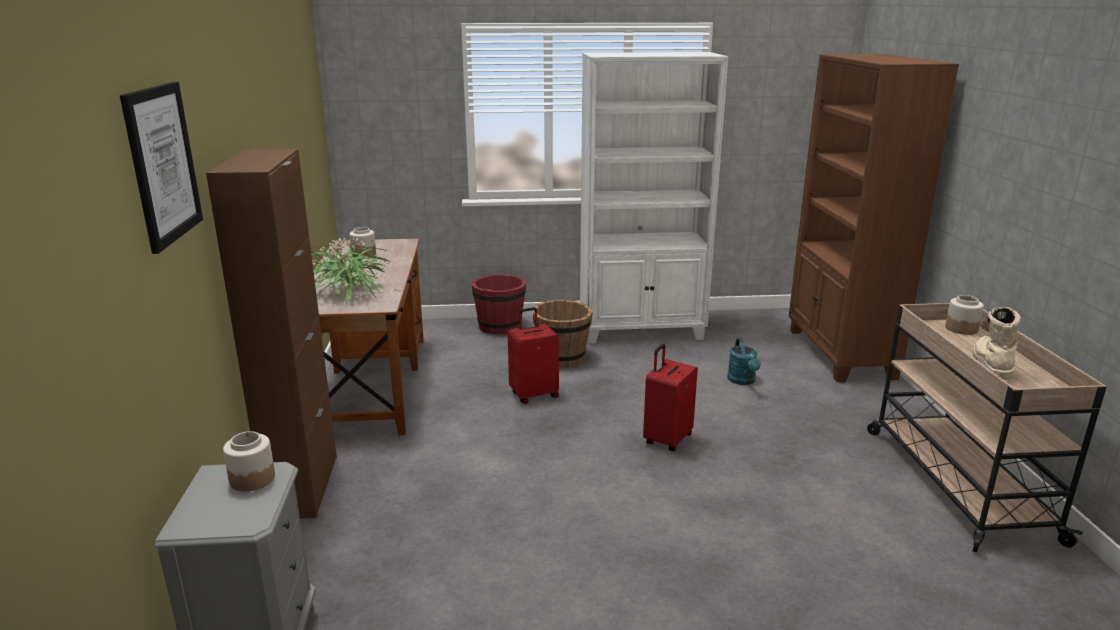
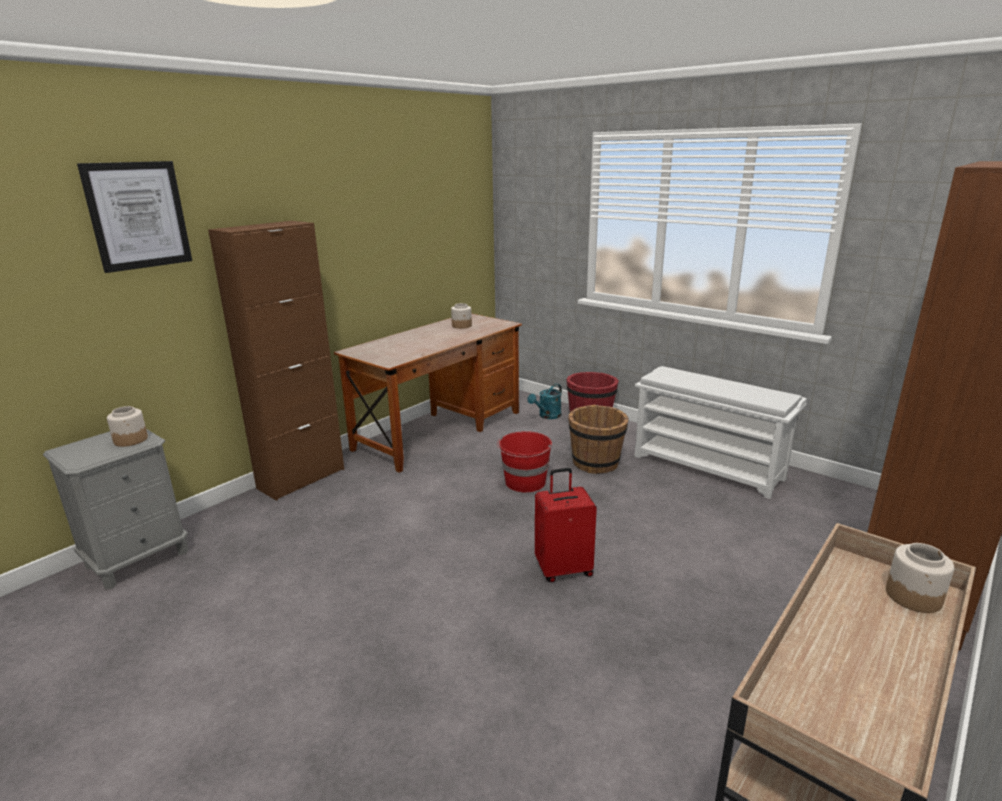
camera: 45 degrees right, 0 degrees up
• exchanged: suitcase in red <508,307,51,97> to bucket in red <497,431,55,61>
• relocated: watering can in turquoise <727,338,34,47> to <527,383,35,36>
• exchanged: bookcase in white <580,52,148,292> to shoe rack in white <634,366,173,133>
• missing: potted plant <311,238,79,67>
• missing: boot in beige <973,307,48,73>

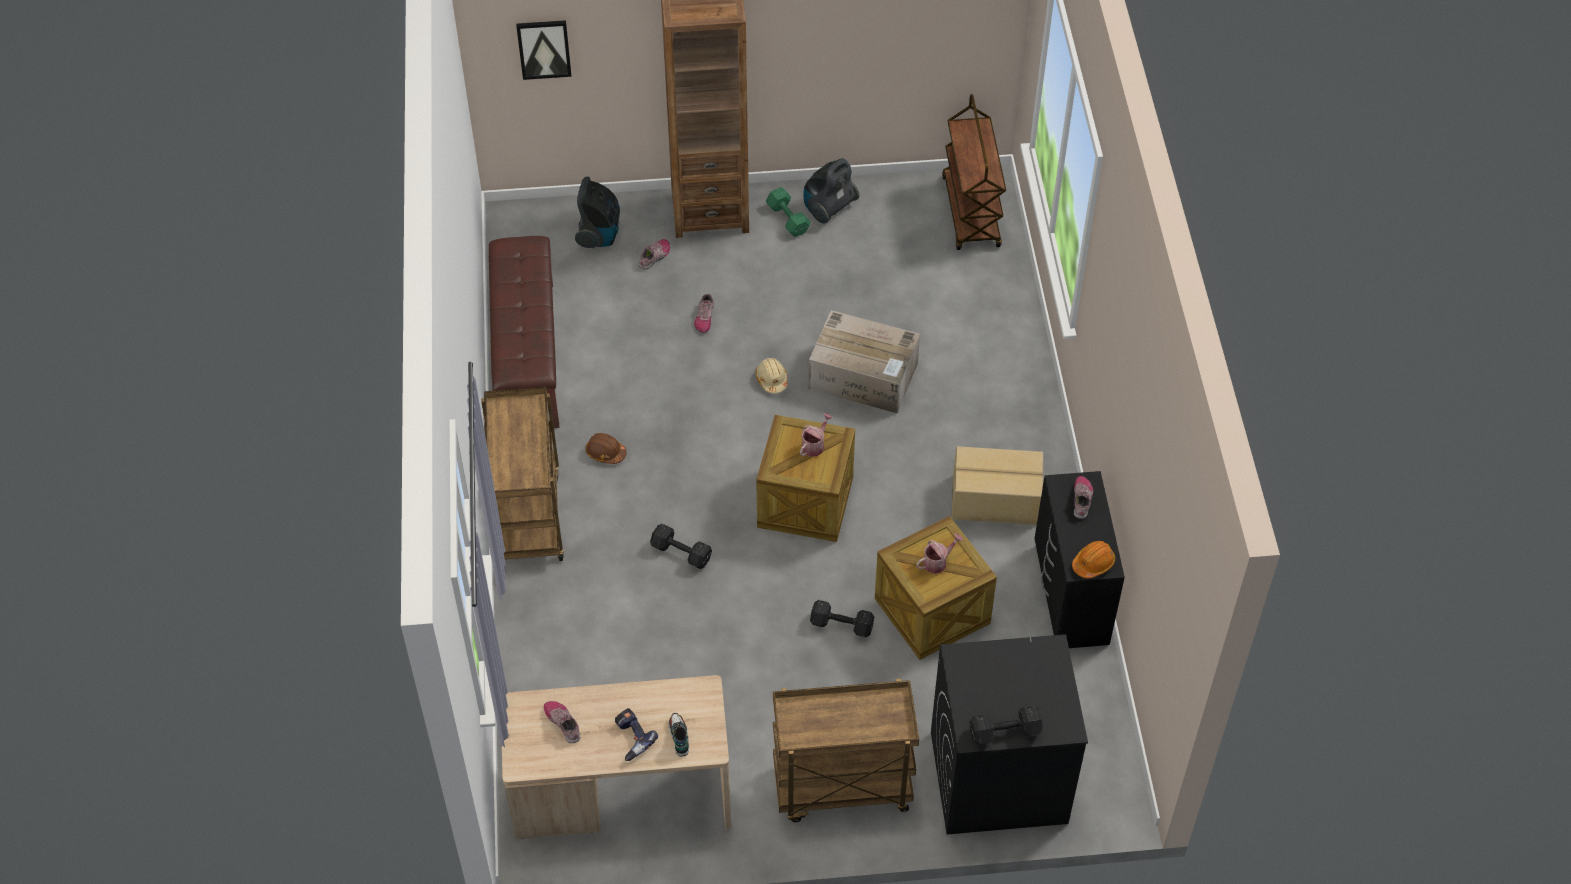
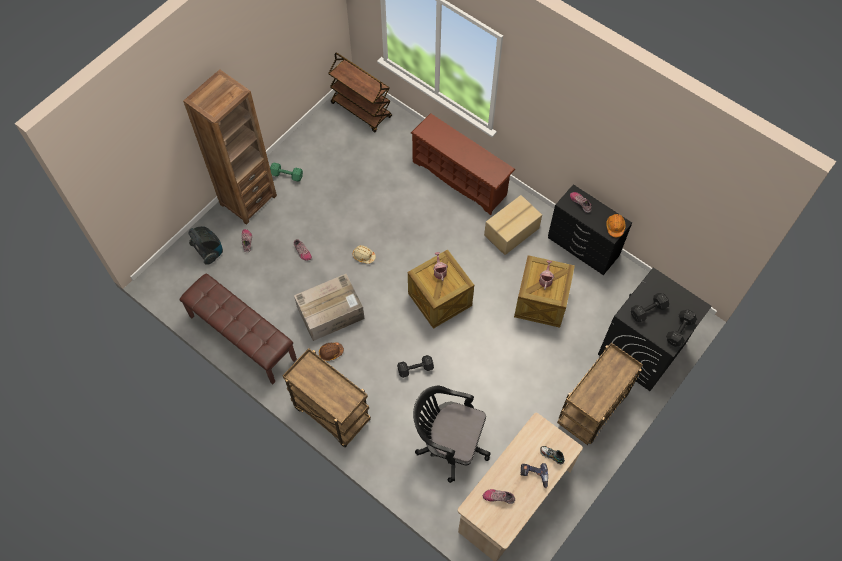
camera: 45 degrees left, 10 degrees up
• relocated: cardboard box <809,310,111,104> to <294,274,71,67>
• appeared: shoe rack in brown <411,113,104,102>
• appeared: office chair in black <413,386,78,97>
• relocated: dumbbell in black <810,600,64,37> to <631,293,38,29>
• missing: picture <516,20,55,60>
• missing: vacuum cleaner <803,158,56,66>

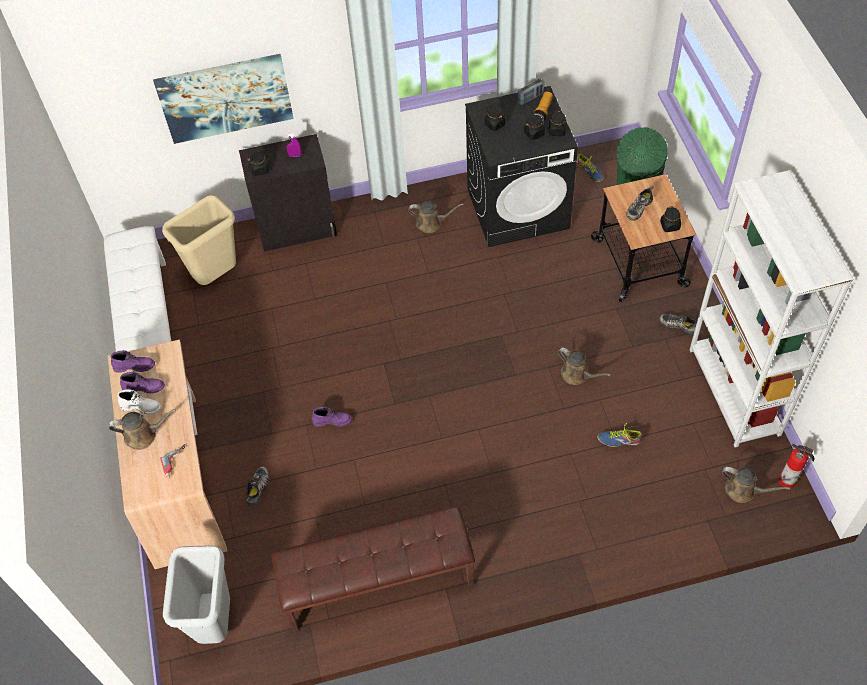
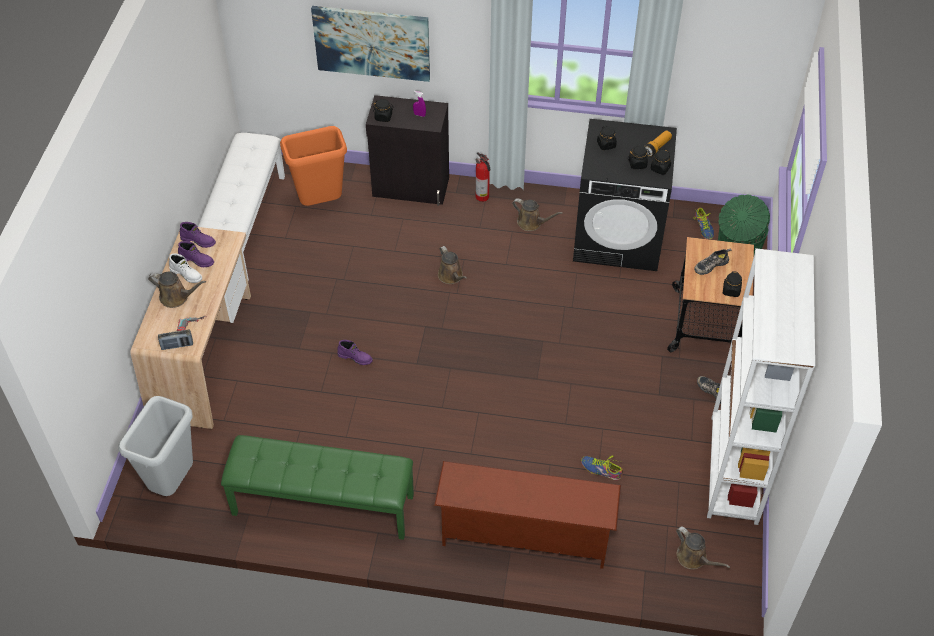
camera: 20 degrees right, 5 degrees down
• relocated: radio <517,78,27,27> to <158,329,35,21>
• colour: bench in brown <272,507,203,125> to bench in green <221,435,193,105>
• colour: trash can in beige <162,195,74,90> to trash can in orange <280,126,67,80>
• appeared: shoe rack in brown <434,461,187,108>
• relocated: watering can in brown <558,347,53,38> to <438,246,29,38>
• relocated: fire extinguisher <779,444,36,44> to <476,152,14,50>
• missing: shoe <246,467,23,39>

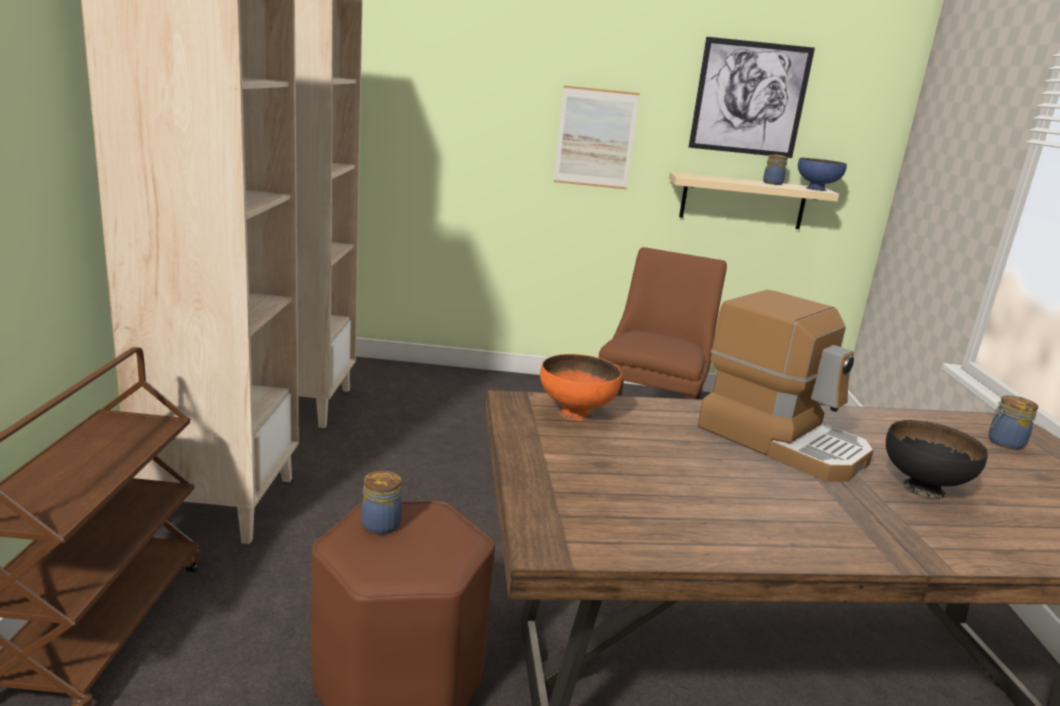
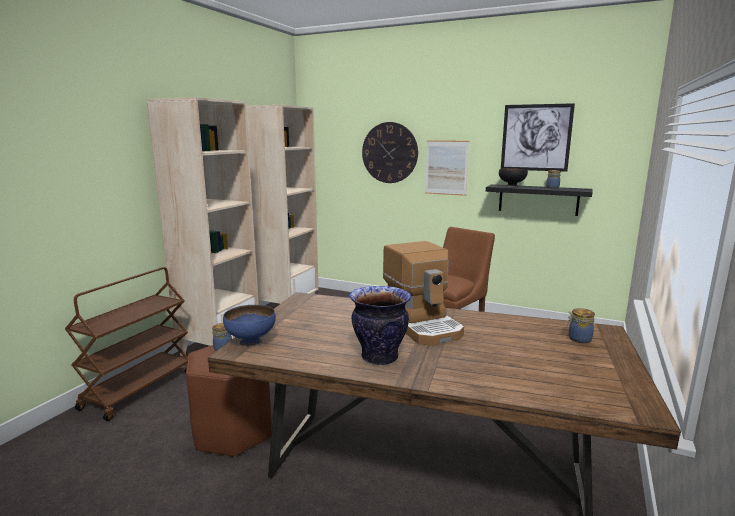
camera: 25 degrees right, 5 degrees down
• relocated: bowl in blue <798,158,49,33> to <223,305,53,41>
• appeared: vase <349,286,62,79>
• appeared: wall clock <362,122,56,61>
• colour: shelf in beige <669,172,170,57> to shelf in black <486,184,107,32>
• relocated: bowl in black <886,420,102,79> to <499,168,29,19>
• missing: bowl in orange <540,354,82,67>

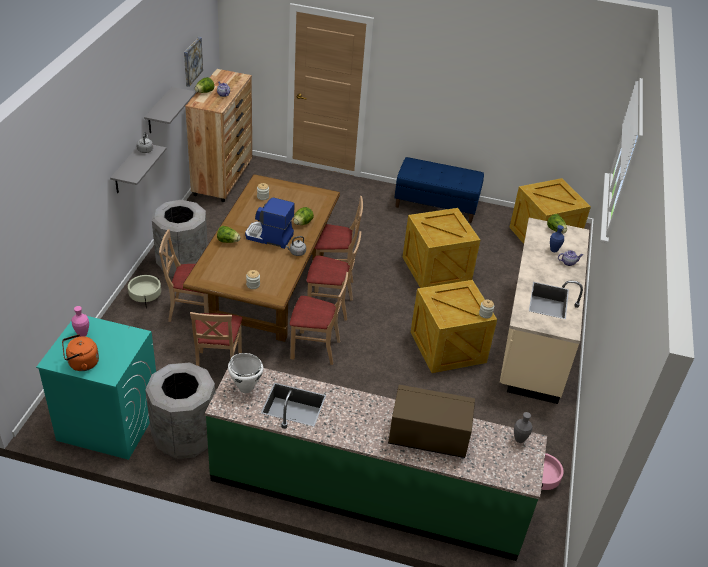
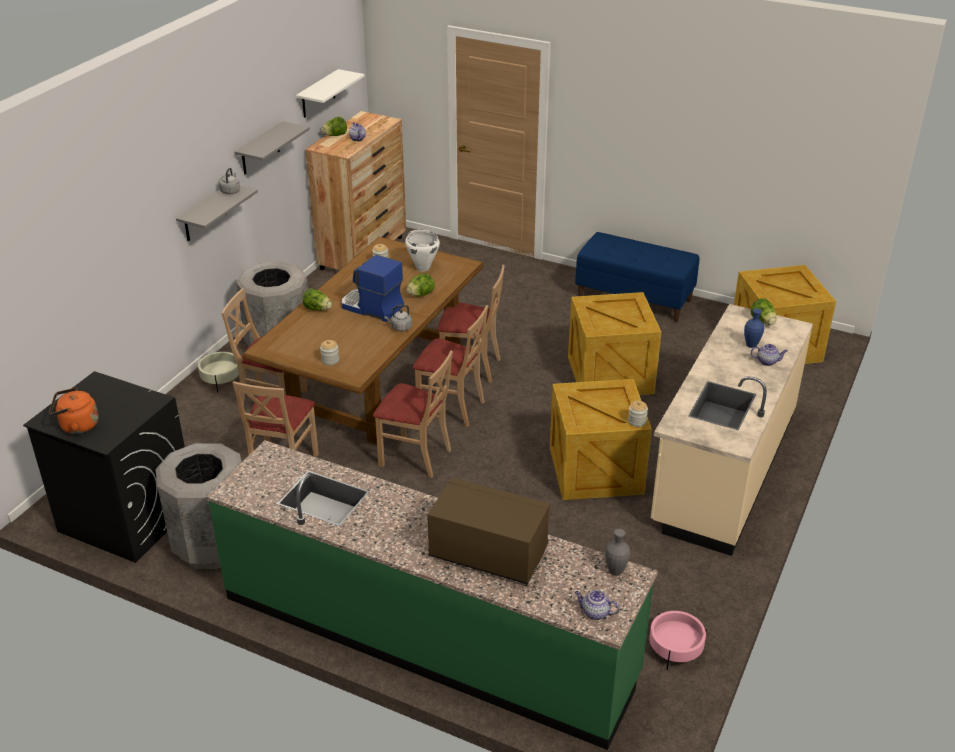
camera: 15 degrees right, 5 degrees down
• colour: washing machine in turquoise <36,316,120,144> to washing machine in black <23,371,162,192>
• exchanged: picture <184,37,19,50> to shelf in white <296,69,69,49>
• relocated: cooking pot in white <228,353,35,40> to <405,230,35,41>
• appeared: teapot <575,590,45,30>
• missing: vase in pink <71,306,18,30>

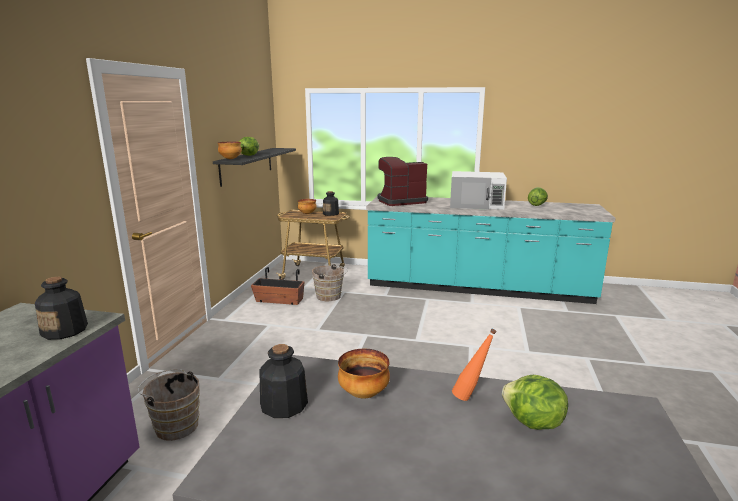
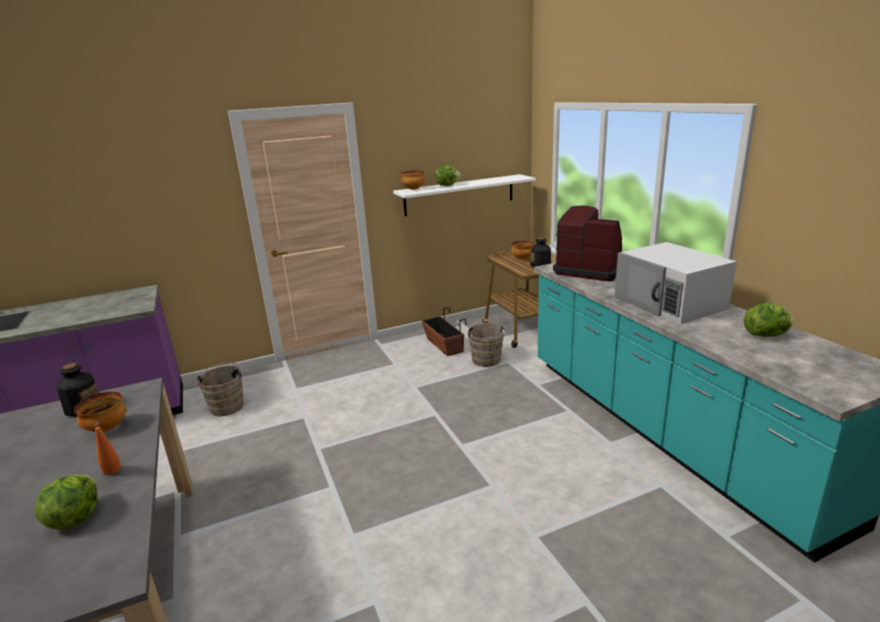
camera: 55 degrees right, 5 degrees up
• colour: shelf in black <213,148,83,39> to shelf in white <393,174,143,42>
• missing: bottle <35,277,53,63>

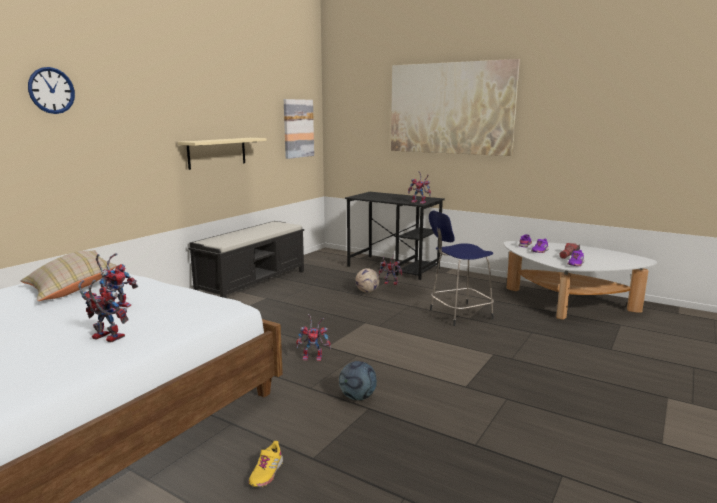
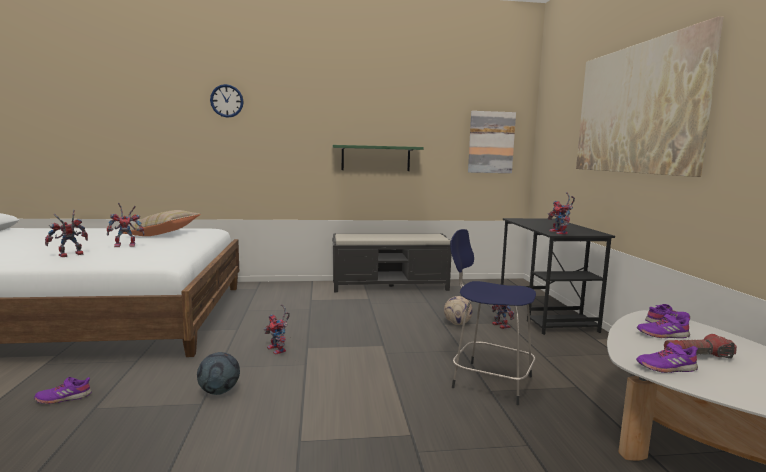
camera: 50 degrees right, 5 degrees down
• colour: shoe in yellow <248,441,35,46> to shoe in purple <34,377,58,27>
• spun: toy robot <78,280,51,62> = <45,210,43,47> 120 degrees counterclockwise
• colour: shelf in beige <178,138,89,32> to shelf in green <332,145,91,26>

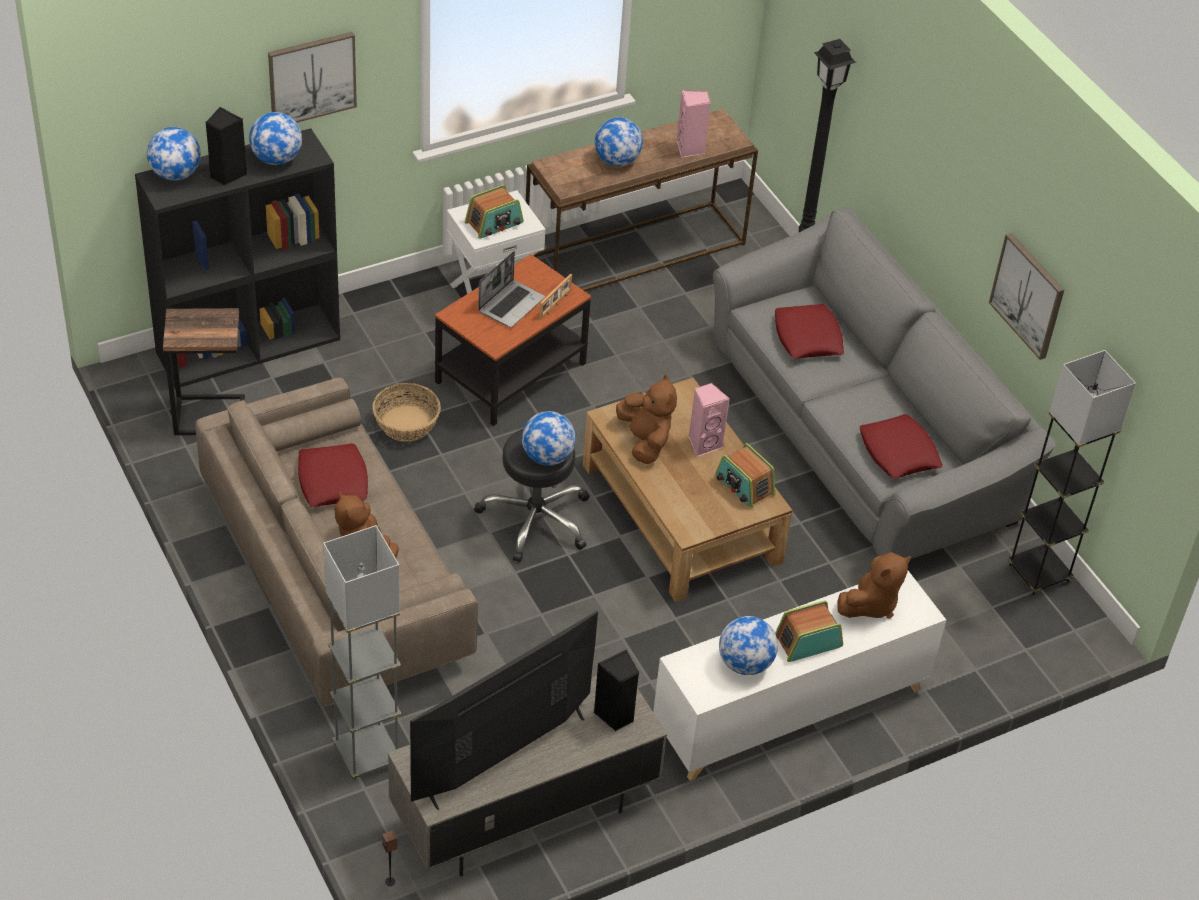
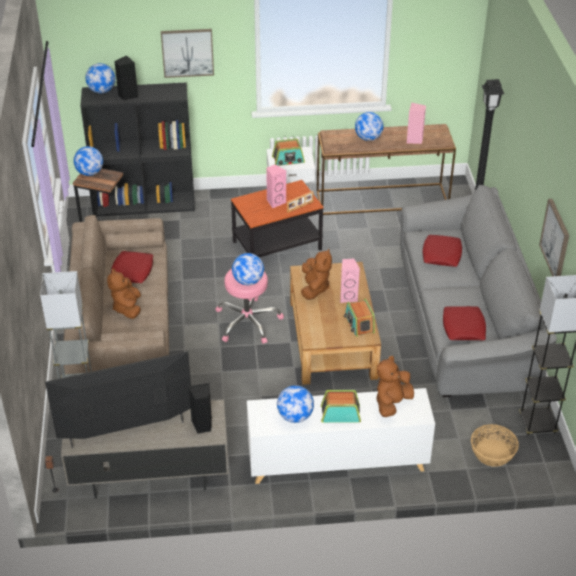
camera: 25 degrees right, 5 degrees down
• relocated: globe <249,112,53,53> to <73,146,30,30>
• colour: stool in black <474,429,116,133> to stool in pink <215,269,69,75>
• exchanged: laptop <478,251,67,77> to speaker in pink <266,164,20,44>
• spun: plush toy in brown <837,552,74,66> = <377,356,37,61> 150 degrees clockwise
• relocated: basket <372,383,69,59> to <471,424,48,43>

